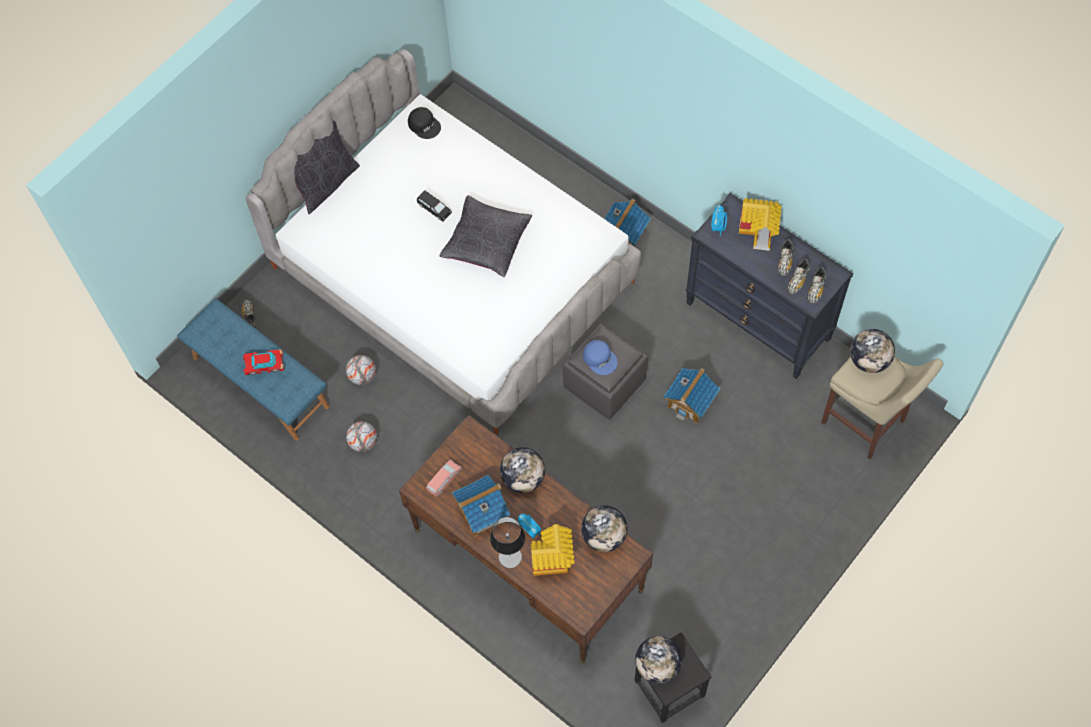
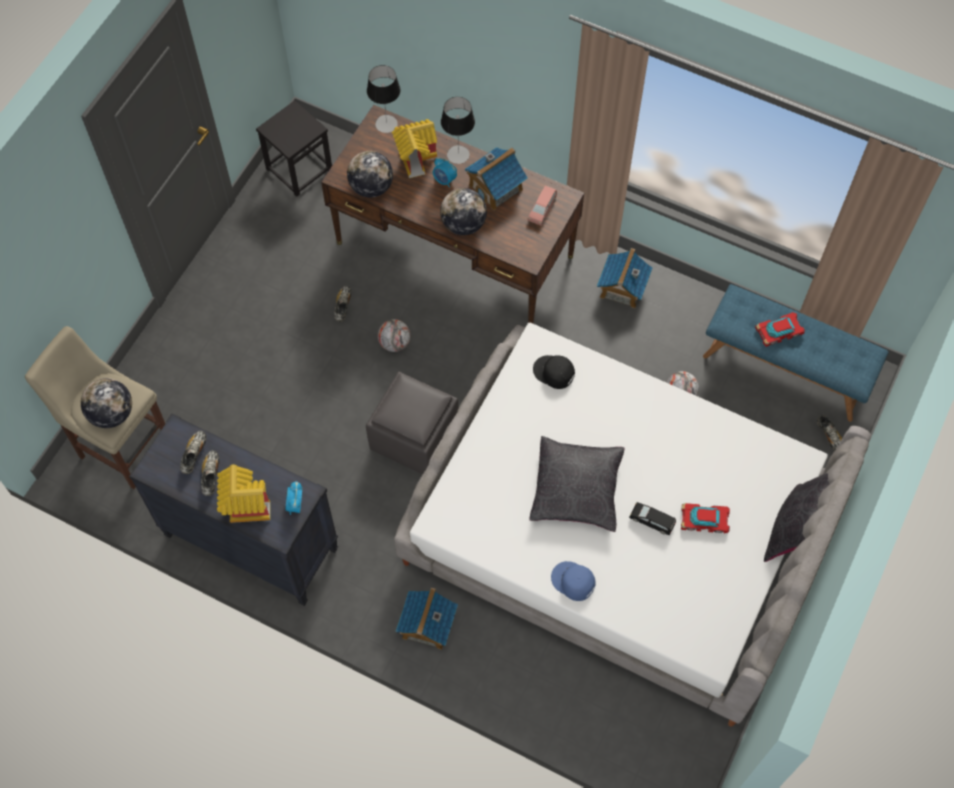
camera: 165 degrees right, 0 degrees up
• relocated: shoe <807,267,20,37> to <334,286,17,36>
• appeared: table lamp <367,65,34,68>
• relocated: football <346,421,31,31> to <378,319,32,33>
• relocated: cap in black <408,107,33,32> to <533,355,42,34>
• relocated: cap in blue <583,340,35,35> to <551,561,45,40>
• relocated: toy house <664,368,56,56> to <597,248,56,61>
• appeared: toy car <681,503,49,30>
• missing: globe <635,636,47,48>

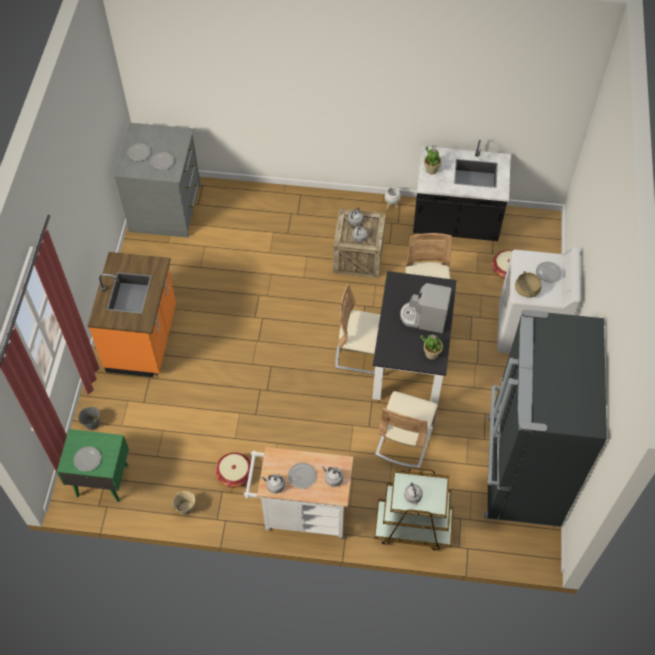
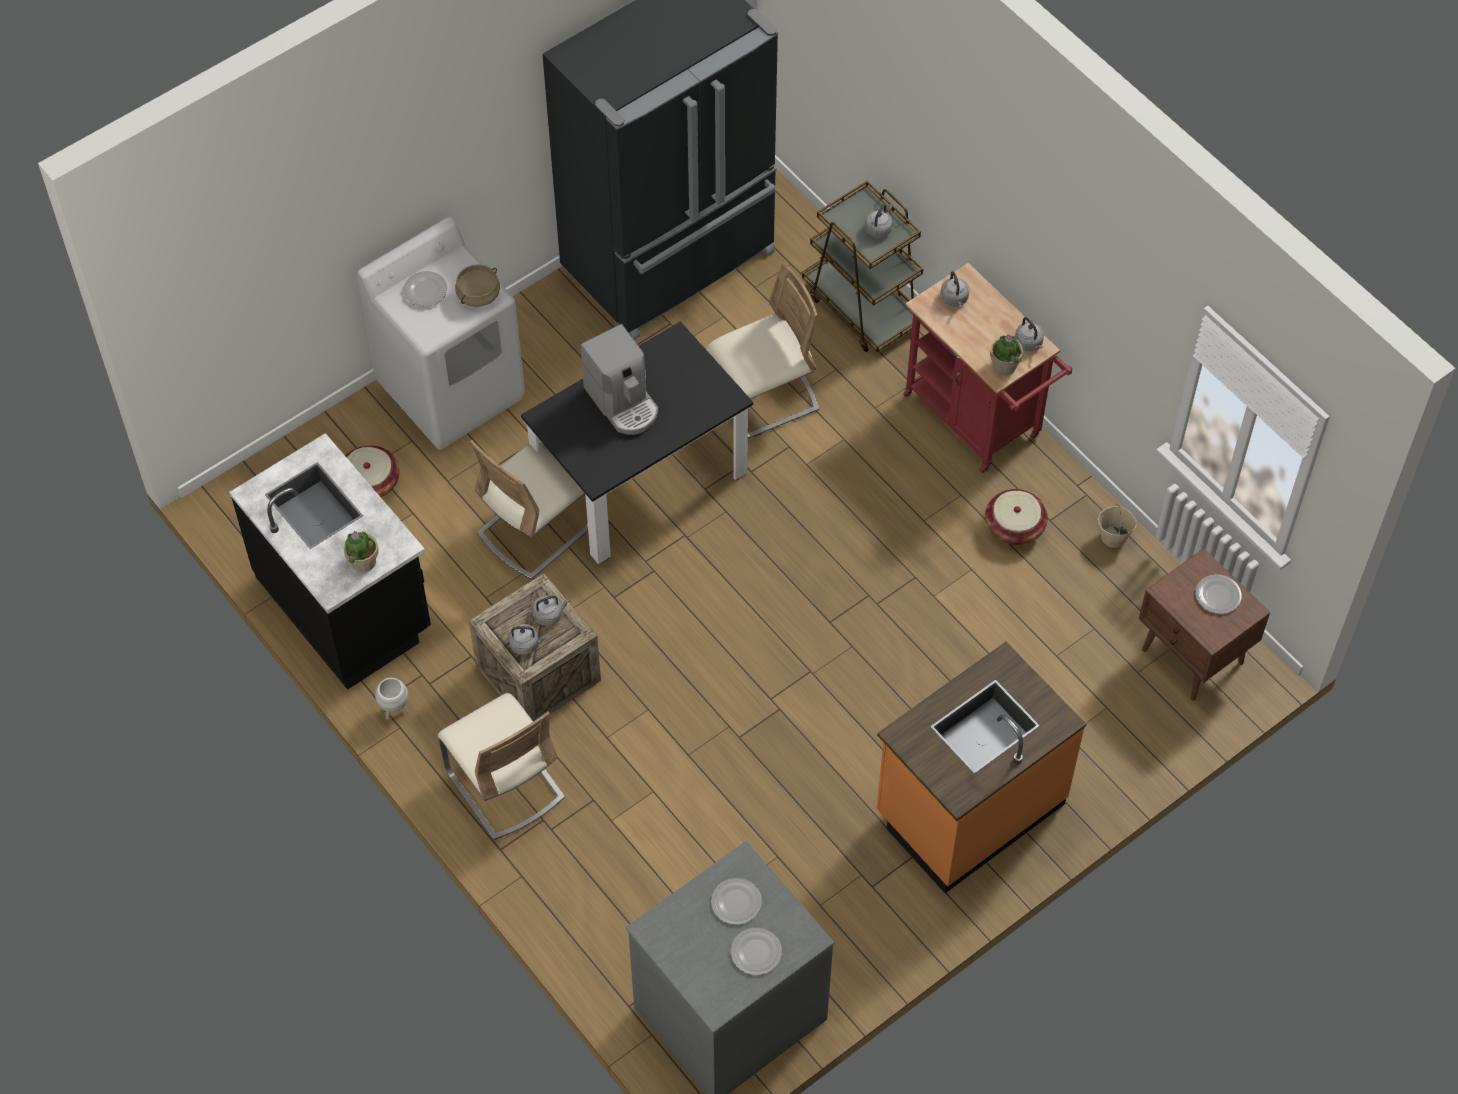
camera: 135 degrees left, 0 degrees up
• relocated: chair in beige <335,283,50,92> to <438,693,127,147>
• colour: cart in white <244,447,109,92> to cart in red <903,263,170,210>
• relocated: potted plant <420,334,23,26> to <990,334,33,41>
• colour: nightstand in green <57,429,72,73> to nightstand in brown <1139,548,131,153>
• missing: bucket in grey <78,407,22,23>
• missing: plate <288,462,28,27>

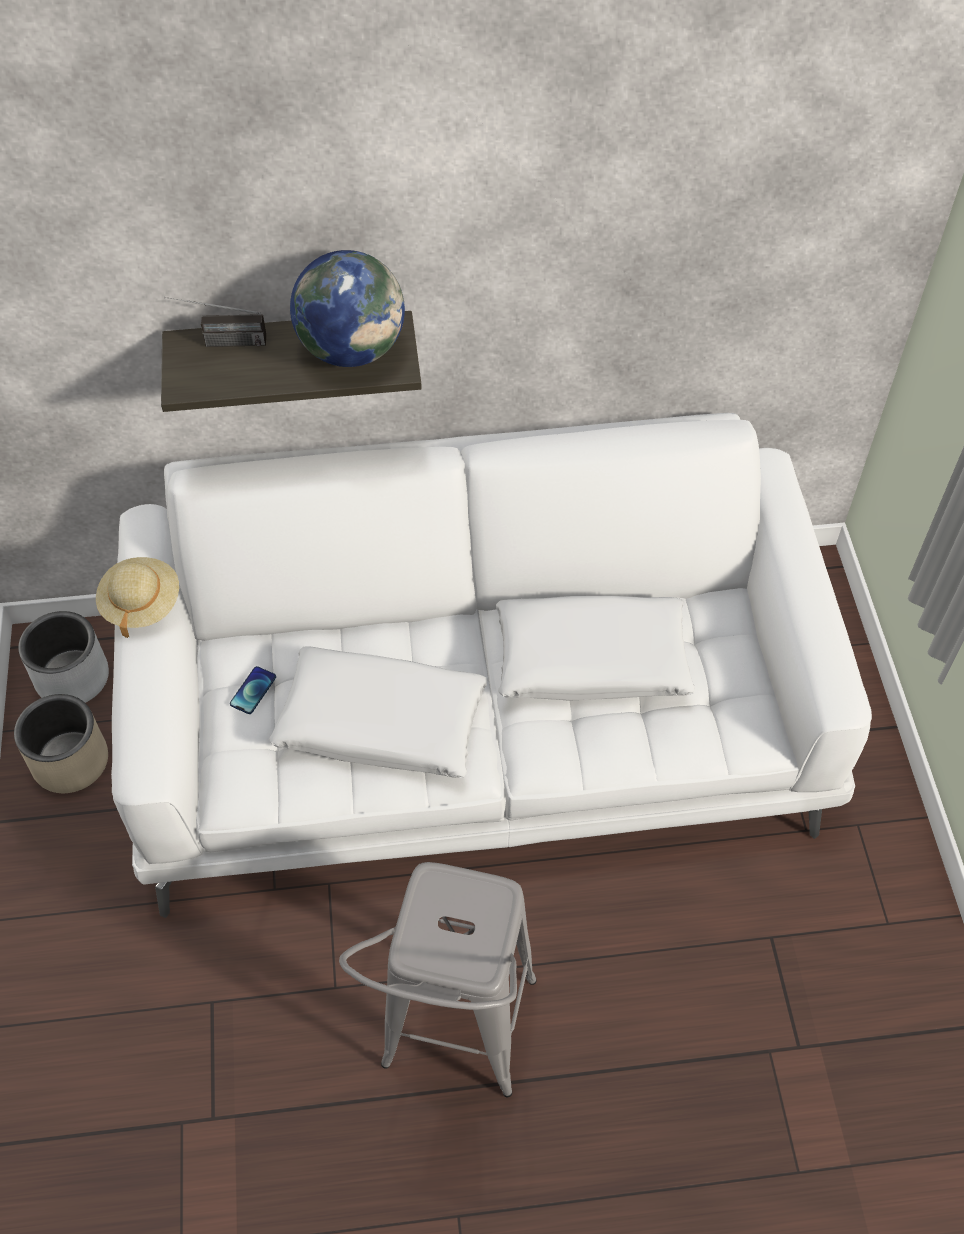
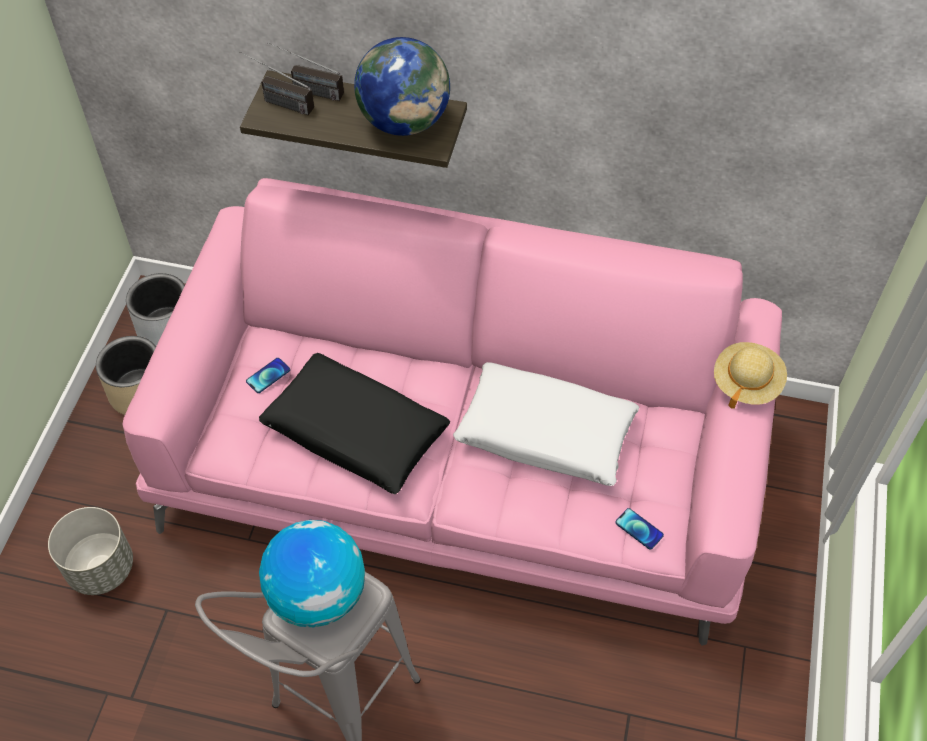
camera: 20 degrees right, 0 degrees up
• appeared: planter in grey <48,507,85,88>
• colour: sofa in white <111,413,761,505> to sofa in pink <123,178,659,468>
• appeared: radio <240,51,74,64>
• colour: pillow in white <269,647,219,131> to pillow in black <259,353,191,141>
• appeared: globe <259,520,106,107>
• appeared: phone <615,508,49,42>
• relocated: hat in beige <96,557,83,81> to <714,342,73,67>

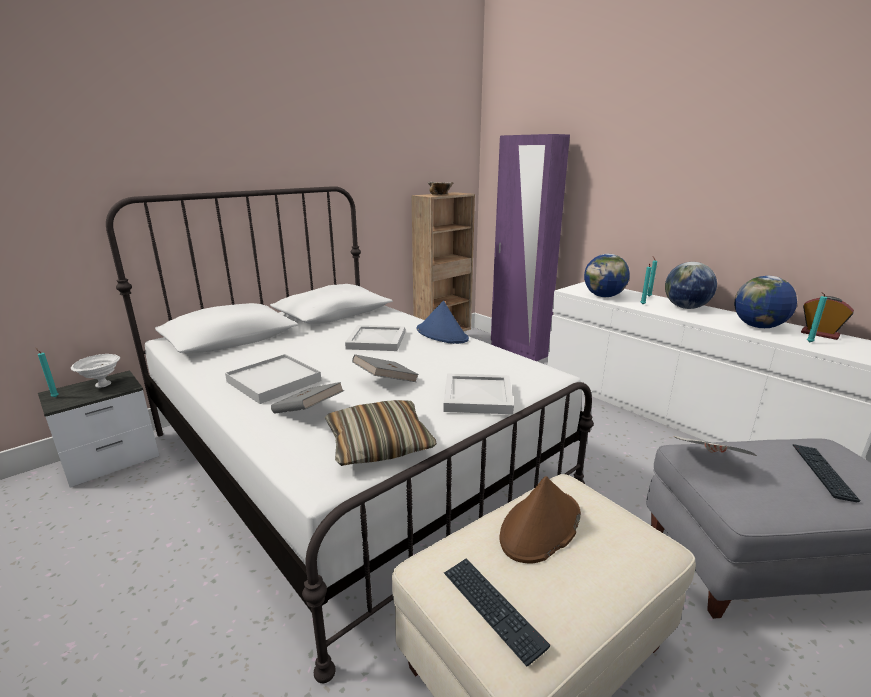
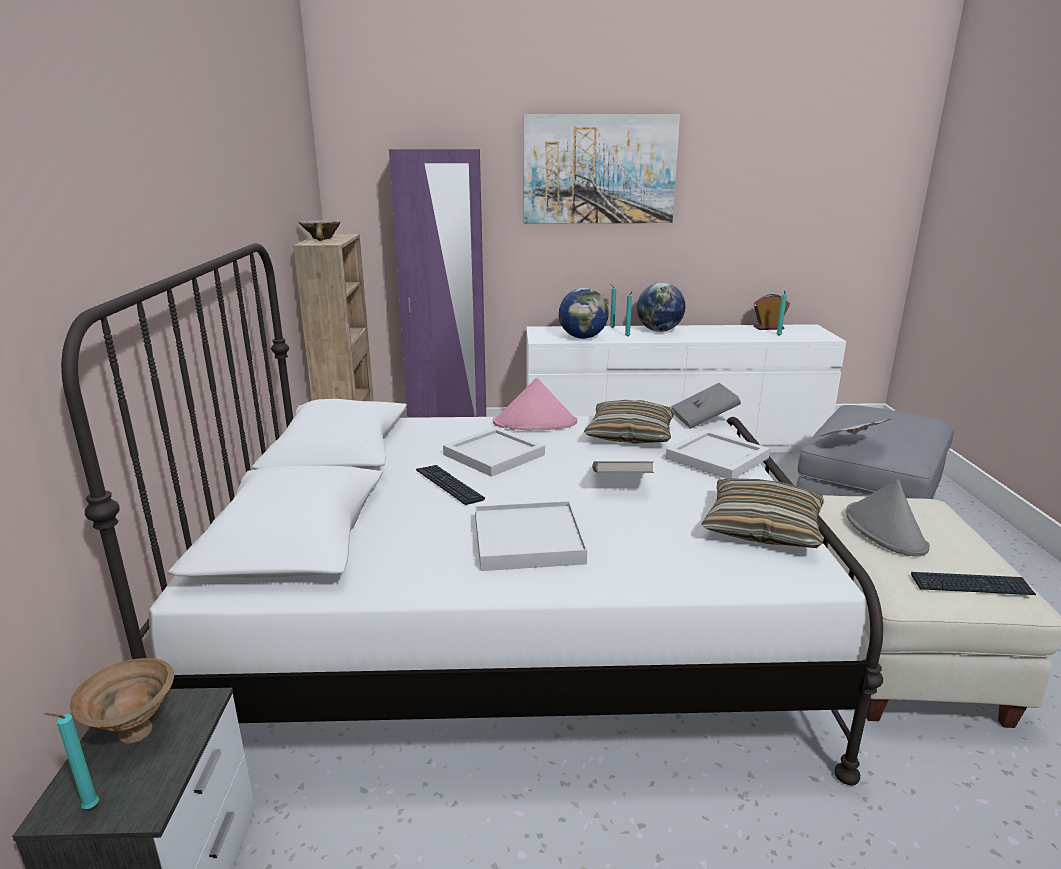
camera: 50 degrees left, 0 degrees up
• colour: bowl in white <71,354,49,34> to bowl in brown <70,658,104,86>
• relocated: keyboard <793,444,67,58> to <416,465,69,40>
• colour: hat in blue <417,301,52,43> to hat in pink <493,378,84,52>
• appeared: picture <523,114,157,110>
• appeared: pillow <584,400,91,44>
• relocated: book in grey <271,382,73,32> to <671,383,70,46>
• colour: hat in brown <500,476,81,88> to hat in grey <845,479,85,77>
• missing: globe <734,276,63,52>

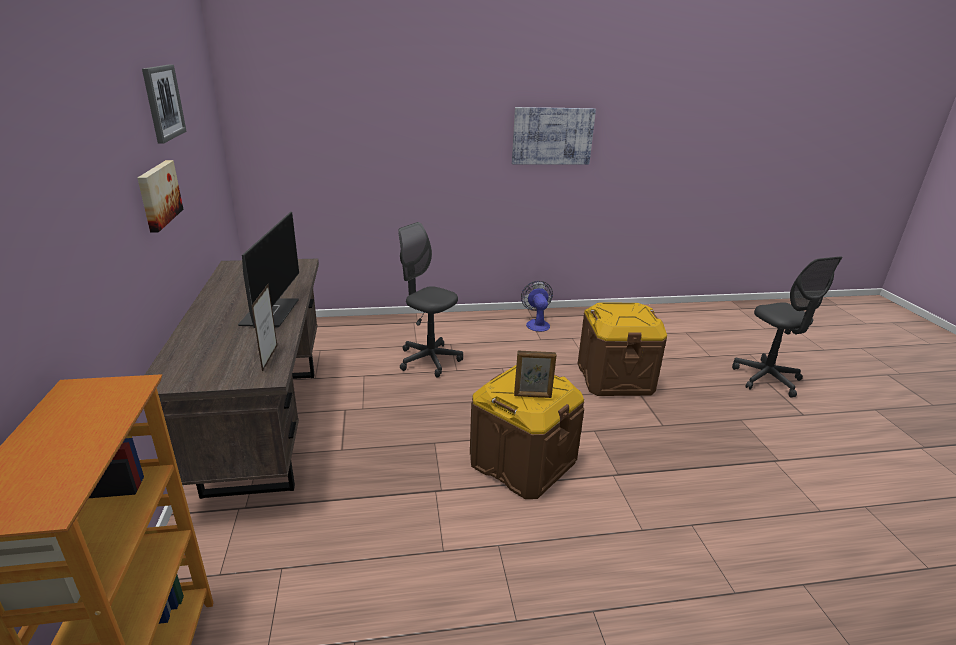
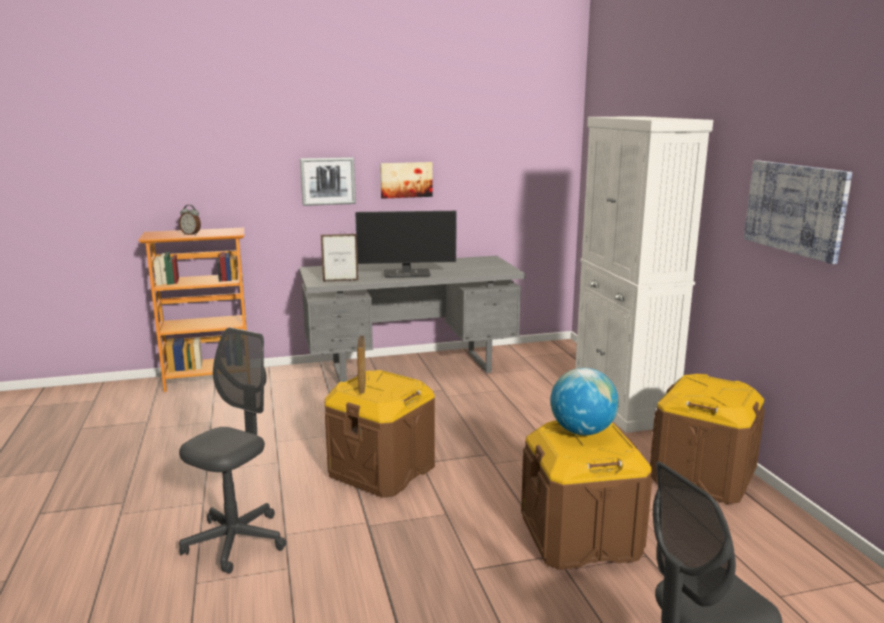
camera: 85 degrees right, 10 degrees down
• appeared: alarm clock <179,205,22,30>
• relocated: office chair in grey <398,222,65,156> to <179,327,107,247>
• colour: desk in brown <145,259,174,240> to desk in grey <299,256,226,126>
• relocated: picture <142,65,45,79> to <300,157,56,49>
• appeared: globe <550,368,69,67>
• appeared: cabinet in white <575,116,138,317>
• exchanged: fan <521,281,32,51> to storage box in brown <650,374,115,130>

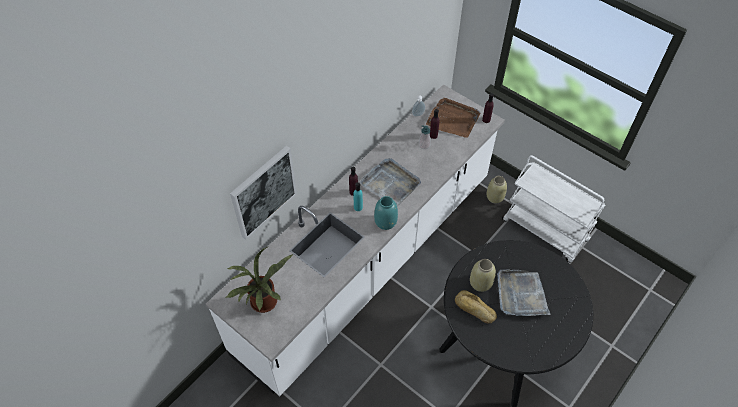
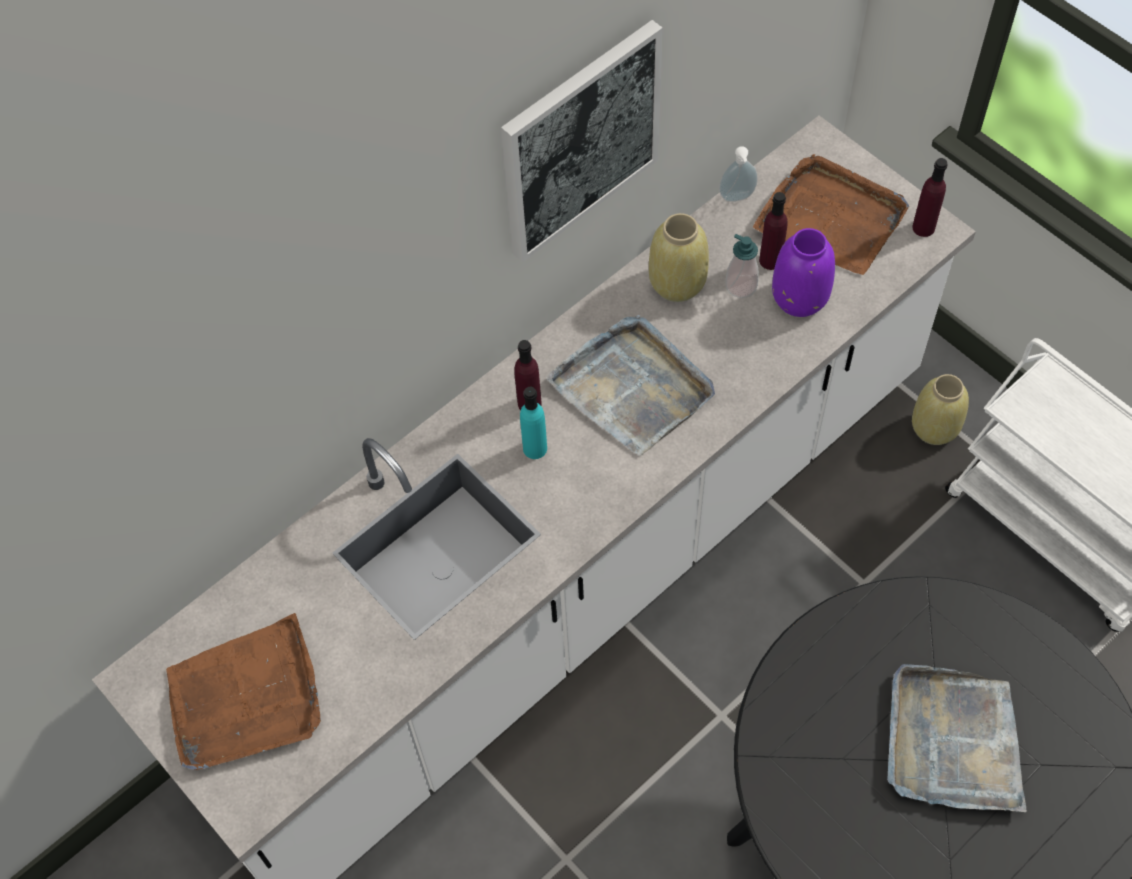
camera: 10 degrees right, 5 degrees up
• exchanged: potted plant <226,247,67,66> to tray in brown <166,613,155,157>
• relocated: picture <230,146,67,94> to <501,20,162,242>
• relocated: vase in beige <470,259,26,33> to <649,213,60,89>
• appeared: vase in purple <772,228,63,89>
• missing: vase in turquoise <374,196,24,34>
• missing: bread <455,290,42,33>

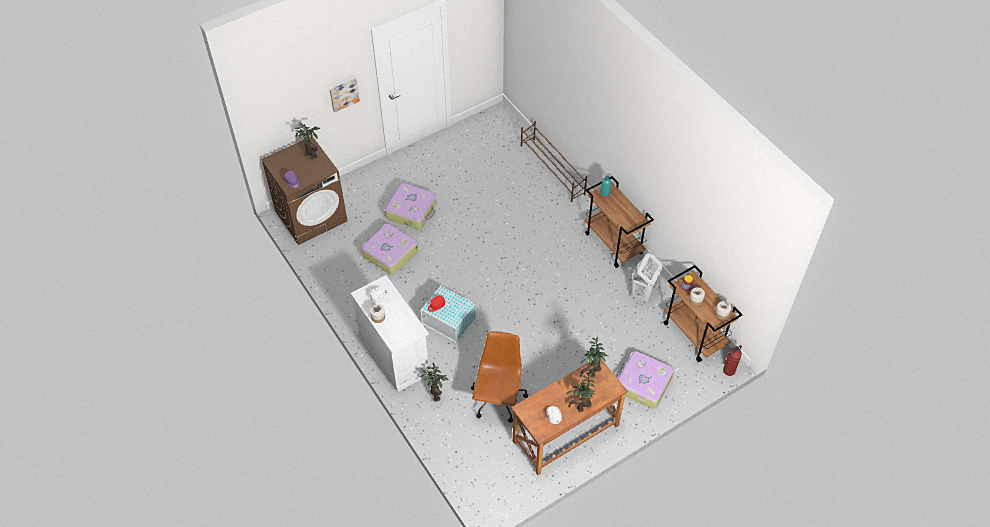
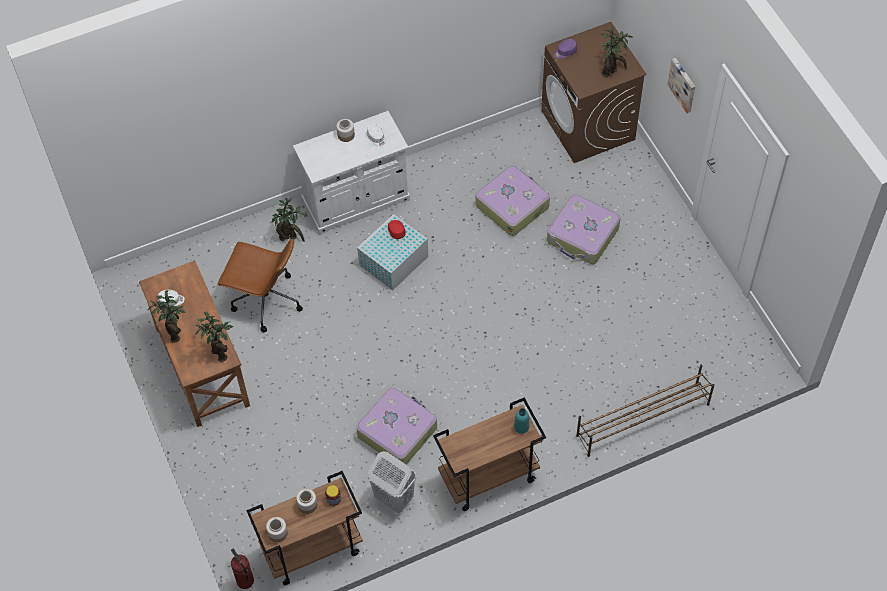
camera: 100 degrees right, 5 degrees up
• relocated: suitcase <616,351,58,58> to <356,387,81,78>

